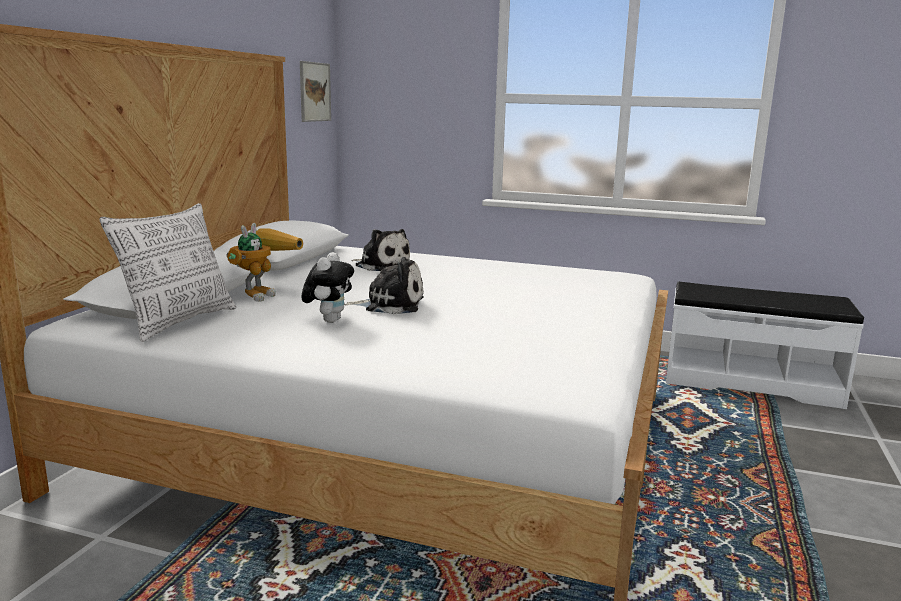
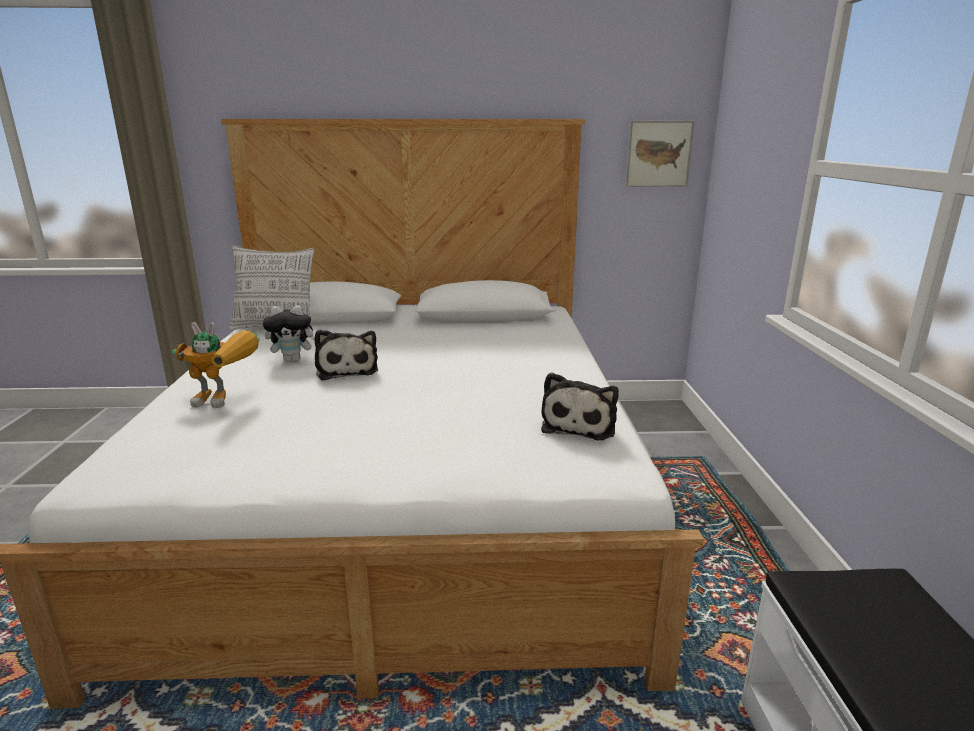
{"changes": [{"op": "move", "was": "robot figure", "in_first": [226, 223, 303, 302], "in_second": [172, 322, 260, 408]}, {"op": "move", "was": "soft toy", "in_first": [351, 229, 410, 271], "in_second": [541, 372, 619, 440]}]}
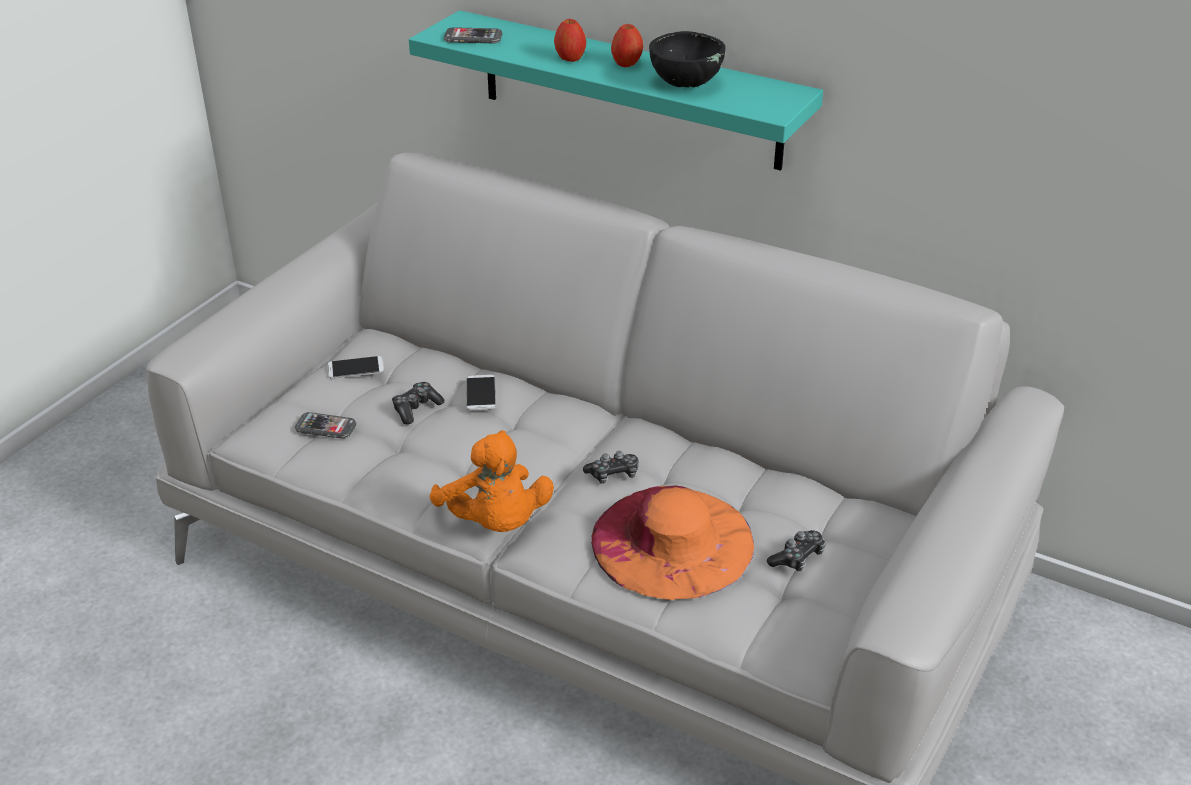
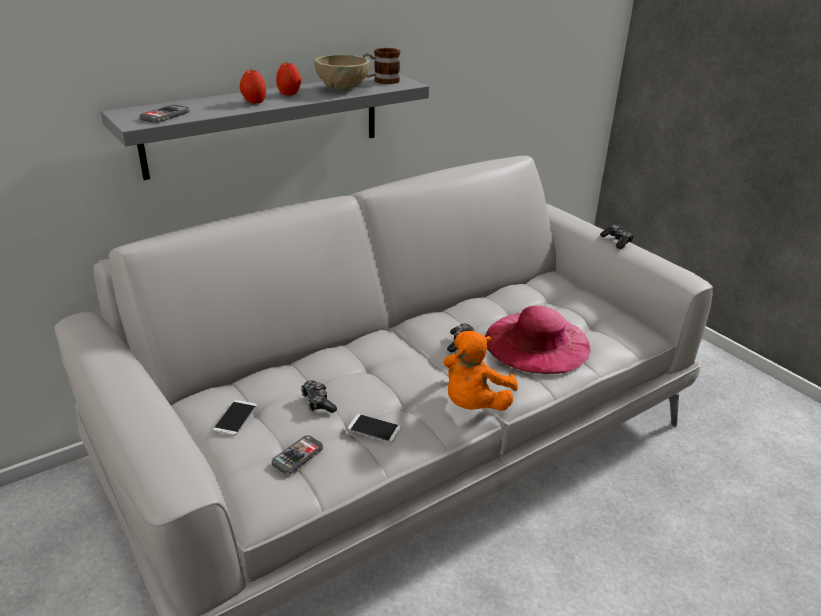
{"changes": [{"op": "recolor", "was": "turquoise bracket shelf", "now": "gray bracket shelf", "in_first": [409, 10, 823, 171], "in_second": [101, 75, 429, 180]}, {"op": "recolor", "was": "black-coloured bowl", "now": "beige-coloured bowl", "in_first": [649, 31, 725, 87], "in_second": [314, 55, 370, 91]}, {"op": "move", "was": "handset", "in_first": [466, 375, 496, 410], "in_second": [348, 414, 401, 442]}, {"op": "insert", "now": "tea mug", "in_second": [363, 48, 400, 84]}, {"op": "rotate", "was": "orange-coloured soft toy", "in_first": [430, 430, 554, 532], "in_second": [443, 330, 518, 411], "clockwise": 120}, {"op": "recolor", "was": "orange-coloured clothing hat", "now": "pink clothing hat", "in_first": [591, 485, 754, 600], "in_second": [485, 306, 591, 374]}, {"op": "move", "was": "gamepad", "in_first": [767, 530, 826, 571], "in_second": [600, 225, 634, 249]}]}
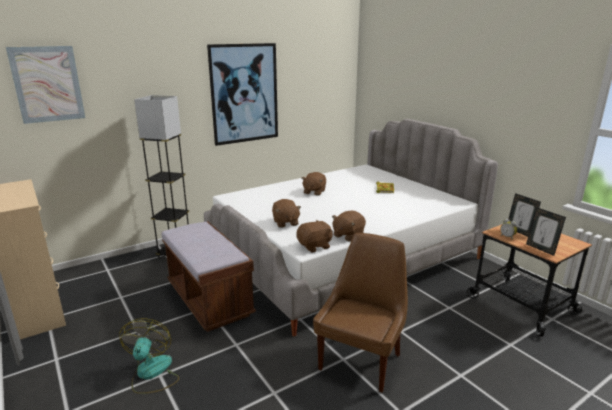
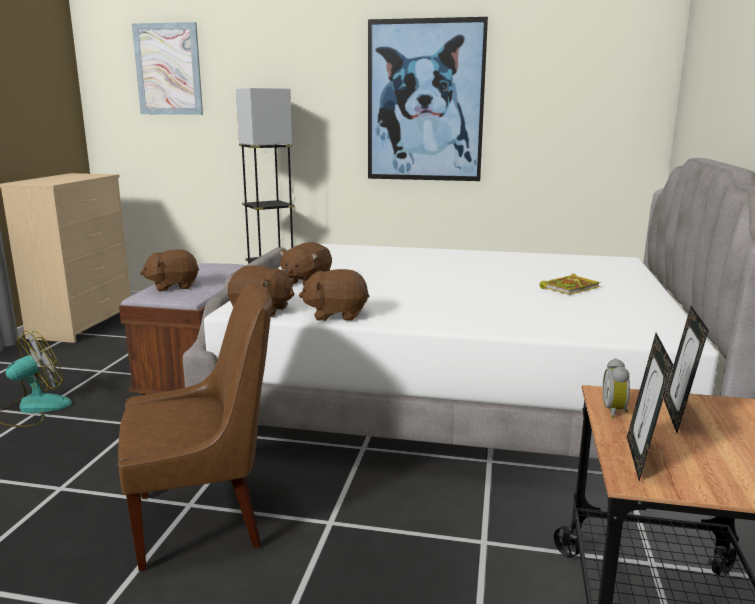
{"changes": [{"op": "move", "was": "brownish soft toy", "in_first": [302, 172, 326, 196], "in_second": [140, 249, 199, 292]}]}
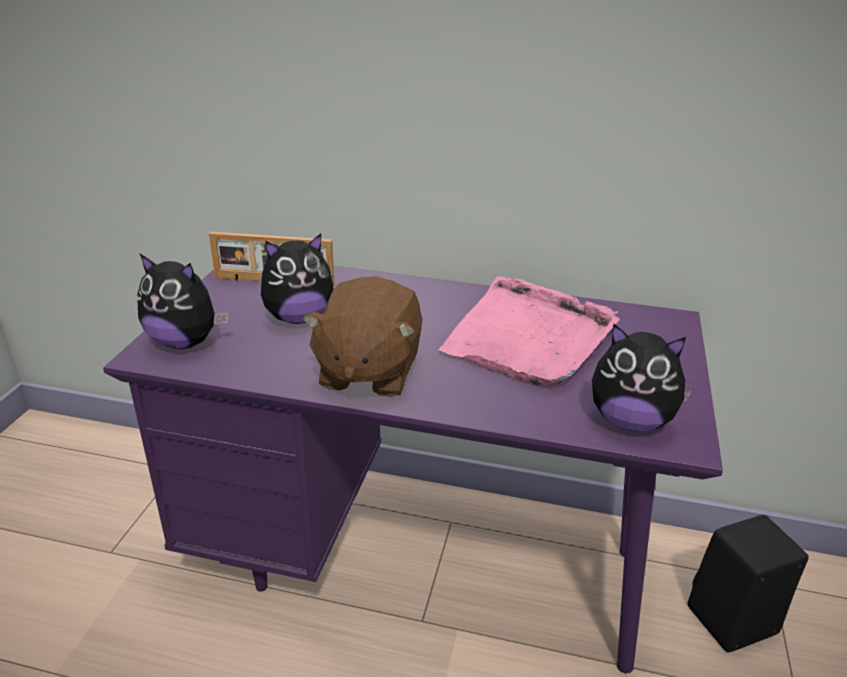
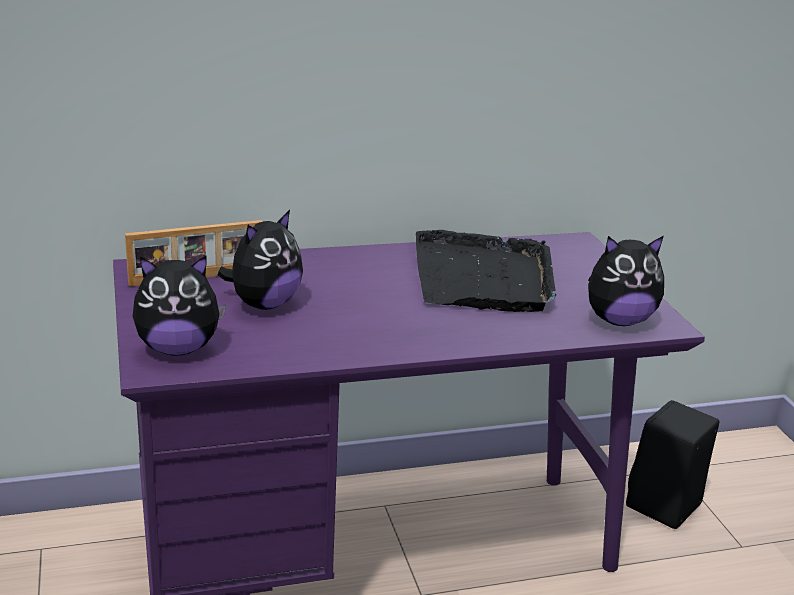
{"changes": [{"op": "recolor", "was": "pink serving tray", "now": "black-coloured serving tray", "in_first": [438, 277, 620, 389], "in_second": [416, 230, 556, 312]}, {"op": "delete", "was": "brownish soft toy", "in_first": [303, 276, 423, 397]}]}
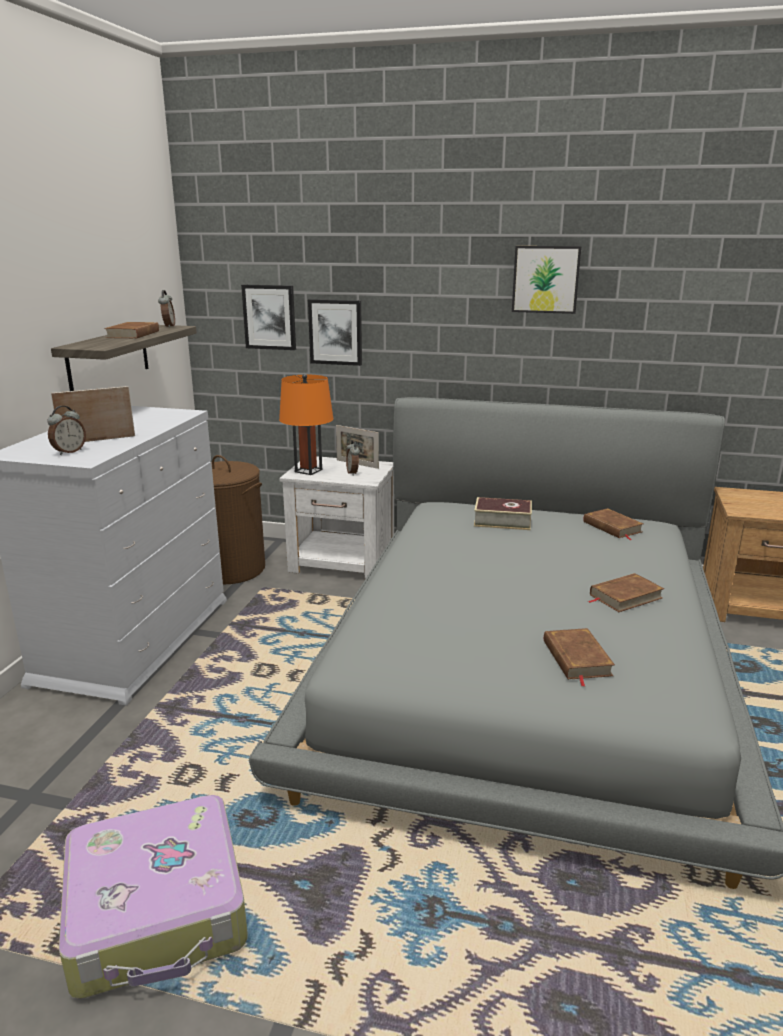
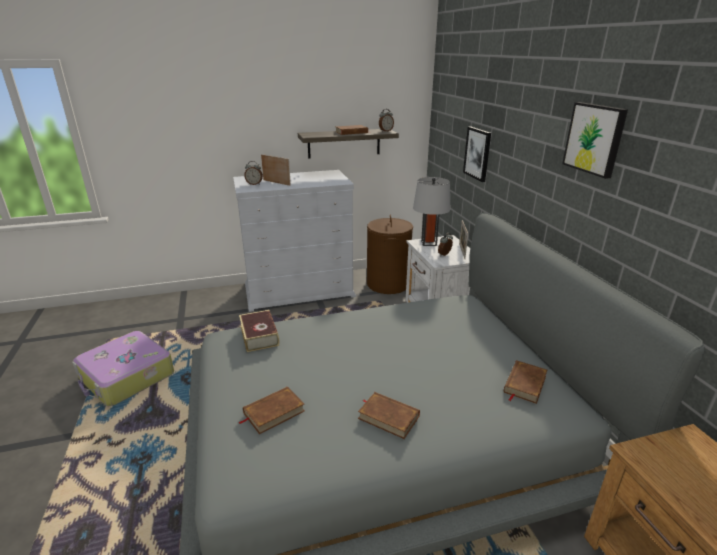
{"changes": [{"op": "move", "was": "book", "in_first": [474, 497, 532, 530], "in_second": [239, 310, 279, 352]}, {"op": "recolor", "was": "orange-coloured table lamp", "now": "gray table lamp", "in_first": [279, 374, 333, 475], "in_second": [413, 177, 451, 246]}, {"op": "delete", "was": "picture", "in_first": [241, 285, 296, 350]}]}
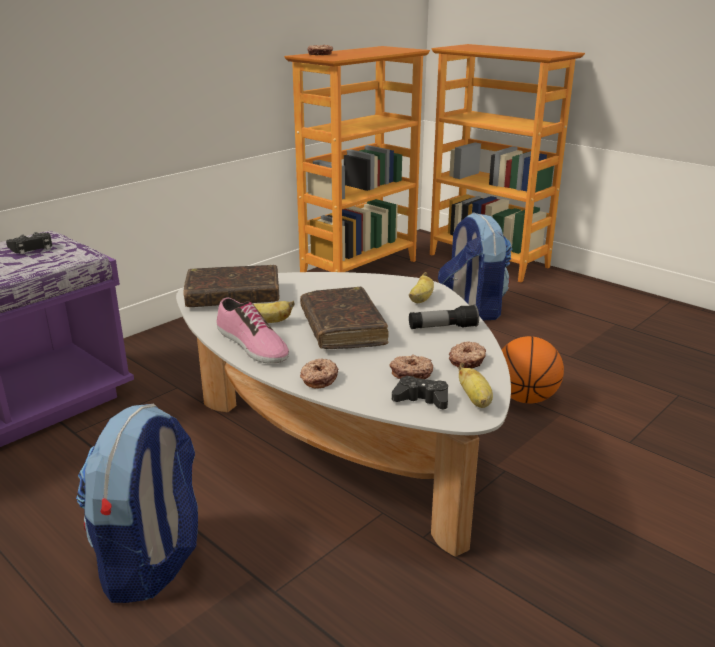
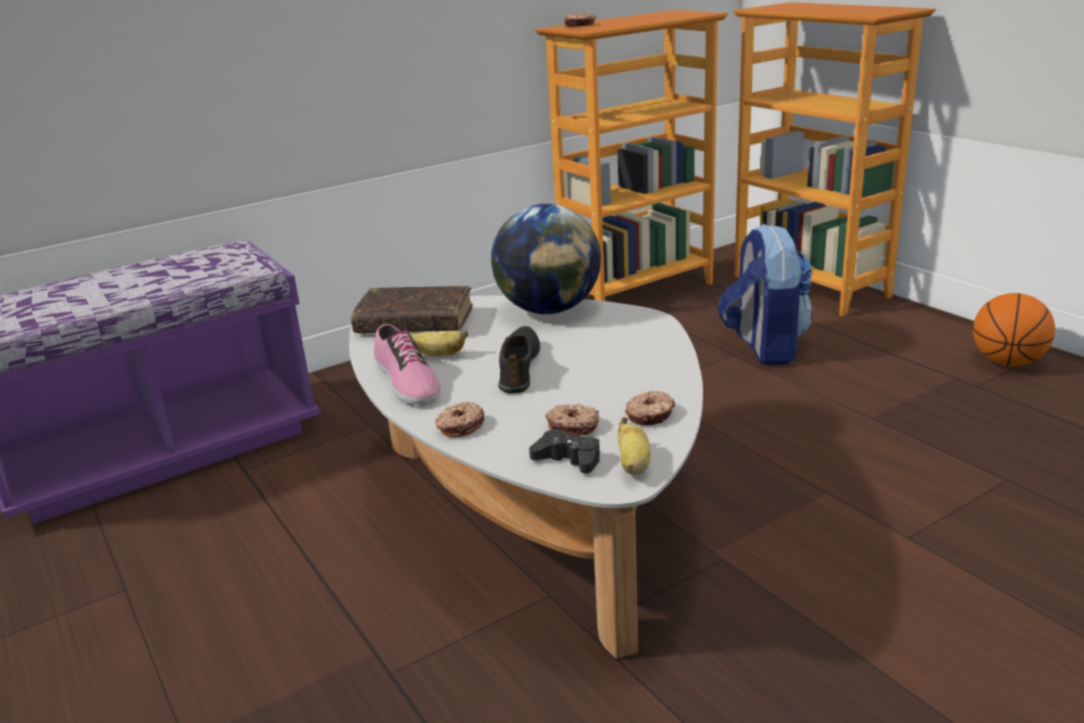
{"changes": [{"op": "insert", "now": "desk globe", "in_second": [491, 204, 601, 314]}, {"op": "replace", "was": "brownish book", "now": "black-coloured shoe", "in_first": [300, 287, 389, 349], "in_second": [498, 326, 540, 394]}, {"op": "move", "was": "ball for basketball", "in_first": [502, 336, 564, 404], "in_second": [973, 293, 1055, 366]}, {"op": "delete", "was": "black-coloured gamepad", "in_first": [6, 232, 52, 254]}, {"op": "delete", "was": "rucksack", "in_first": [76, 403, 198, 603]}, {"op": "delete", "was": "banana fruit", "in_first": [409, 272, 434, 303]}, {"op": "delete", "was": "hand torch", "in_first": [409, 304, 479, 329]}]}
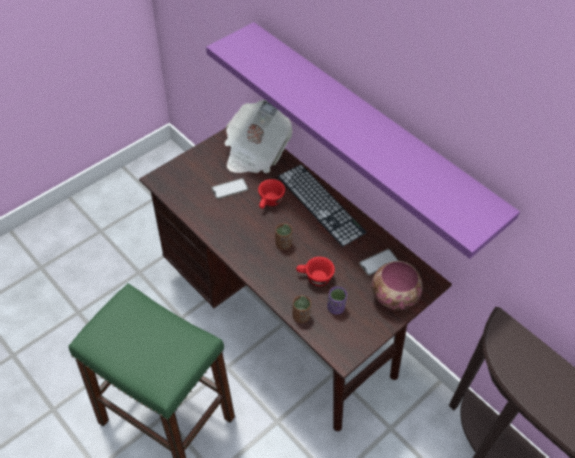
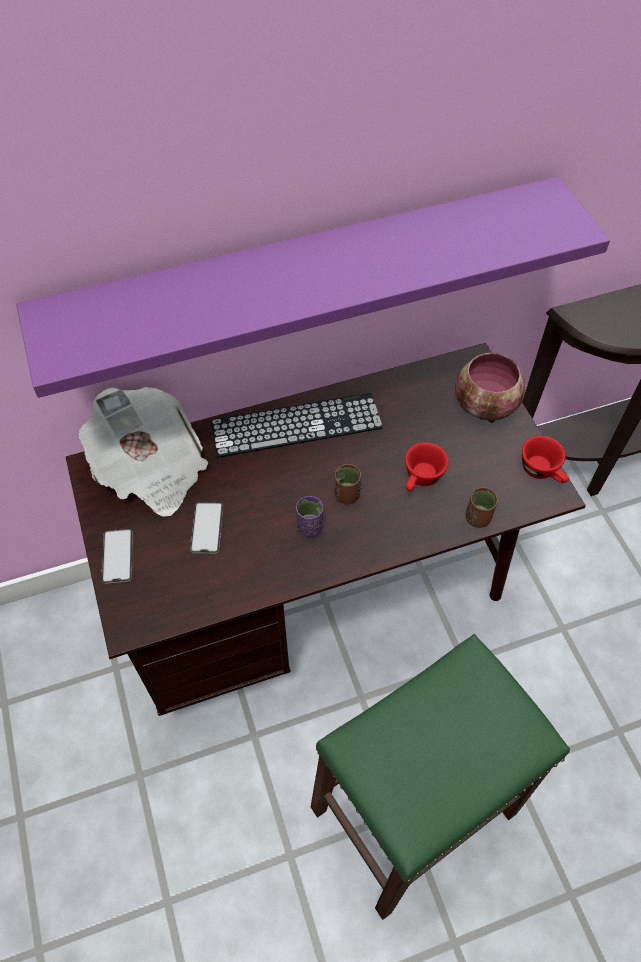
{"changes": [{"op": "move", "was": "handset", "in_first": [359, 249, 398, 276], "in_second": [102, 529, 133, 584]}, {"op": "move", "was": "purplish cup", "in_first": [327, 287, 347, 314], "in_second": [296, 496, 323, 537]}, {"op": "move", "was": "reddish cup", "in_first": [258, 179, 285, 209], "in_second": [522, 436, 569, 483]}]}
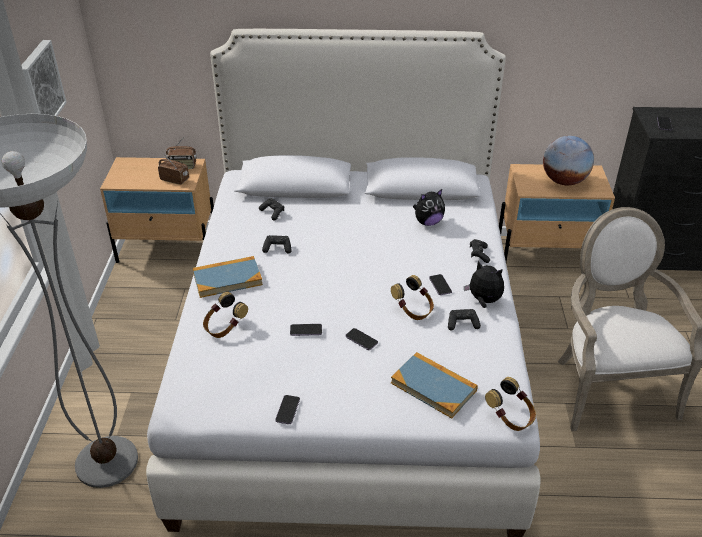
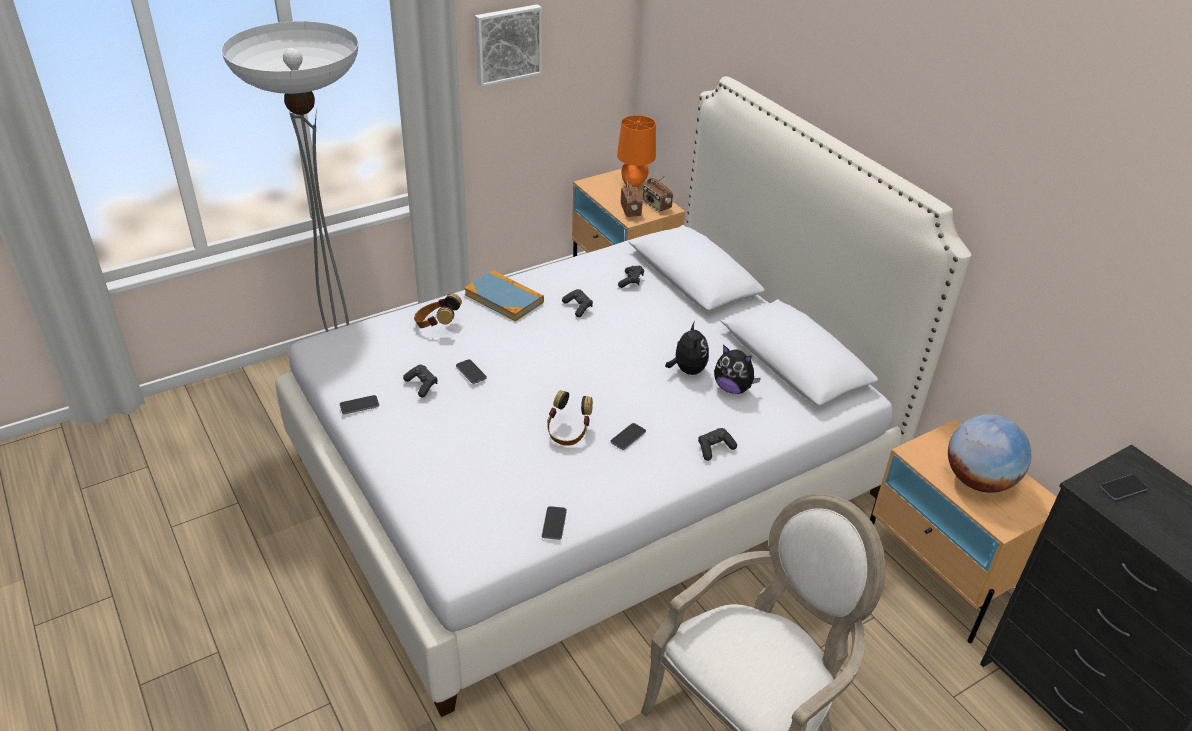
{"changes": [{"op": "move", "was": "black-coloured gamepad", "in_first": [448, 309, 481, 331], "in_second": [403, 365, 438, 397]}, {"op": "move", "was": "handset", "in_first": [345, 328, 378, 350], "in_second": [542, 506, 567, 540]}, {"op": "insert", "now": "orange-coloured table lamp", "in_second": [617, 115, 656, 189]}, {"op": "move", "was": "soft toy", "in_first": [464, 261, 504, 308], "in_second": [665, 321, 709, 375]}, {"op": "delete", "was": "book", "in_first": [391, 352, 478, 418]}, {"op": "delete", "was": "pair of headphones", "in_first": [485, 377, 536, 431]}]}
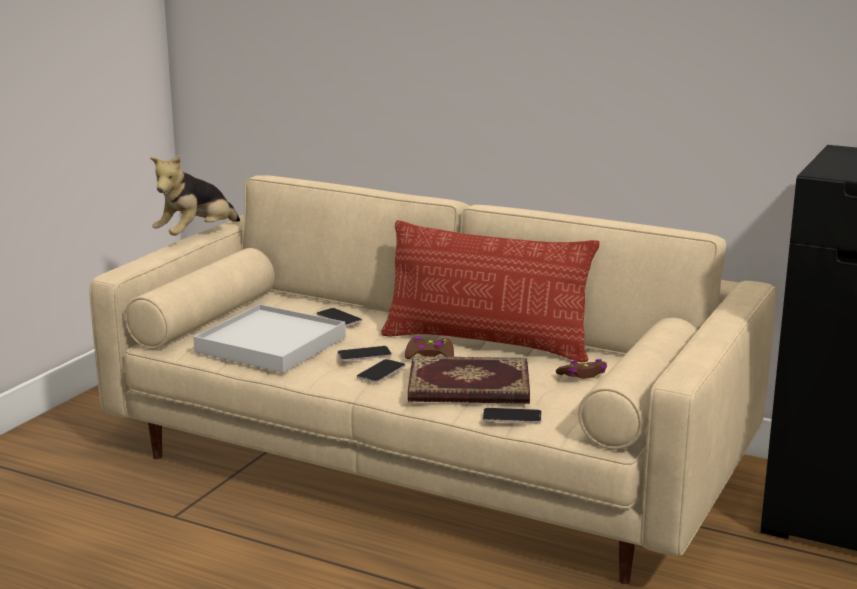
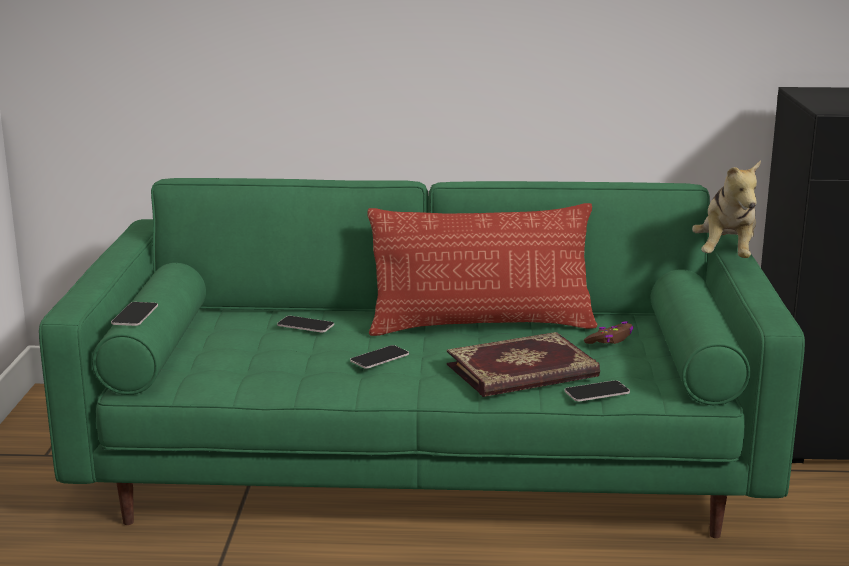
{"changes": [{"op": "recolor", "was": "beige-coloured settee", "now": "green-coloured settee", "in_first": [89, 175, 776, 584], "in_second": [39, 178, 805, 538]}, {"op": "move", "was": "handset", "in_first": [357, 359, 405, 383], "in_second": [111, 302, 158, 326]}, {"op": "move", "was": "soft toy", "in_first": [150, 154, 240, 236], "in_second": [692, 160, 761, 258]}, {"op": "delete", "was": "white serving tray", "in_first": [193, 304, 346, 373]}, {"op": "delete", "was": "brownish gamepad", "in_first": [405, 336, 454, 359]}]}
